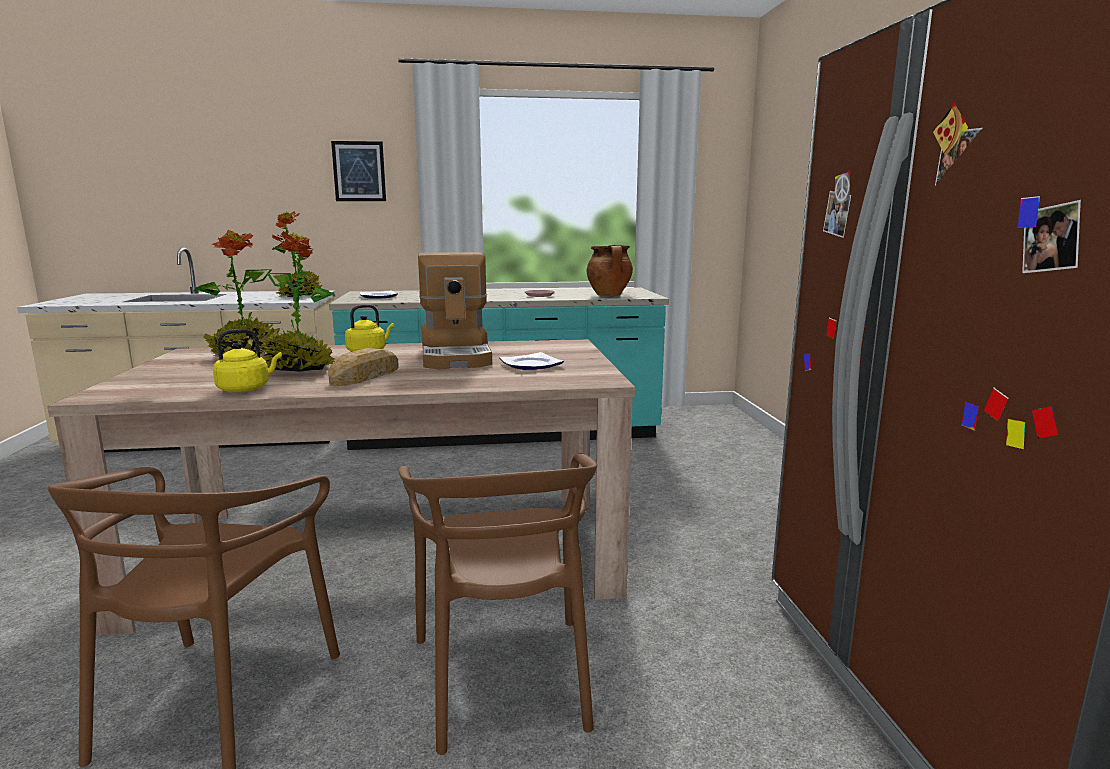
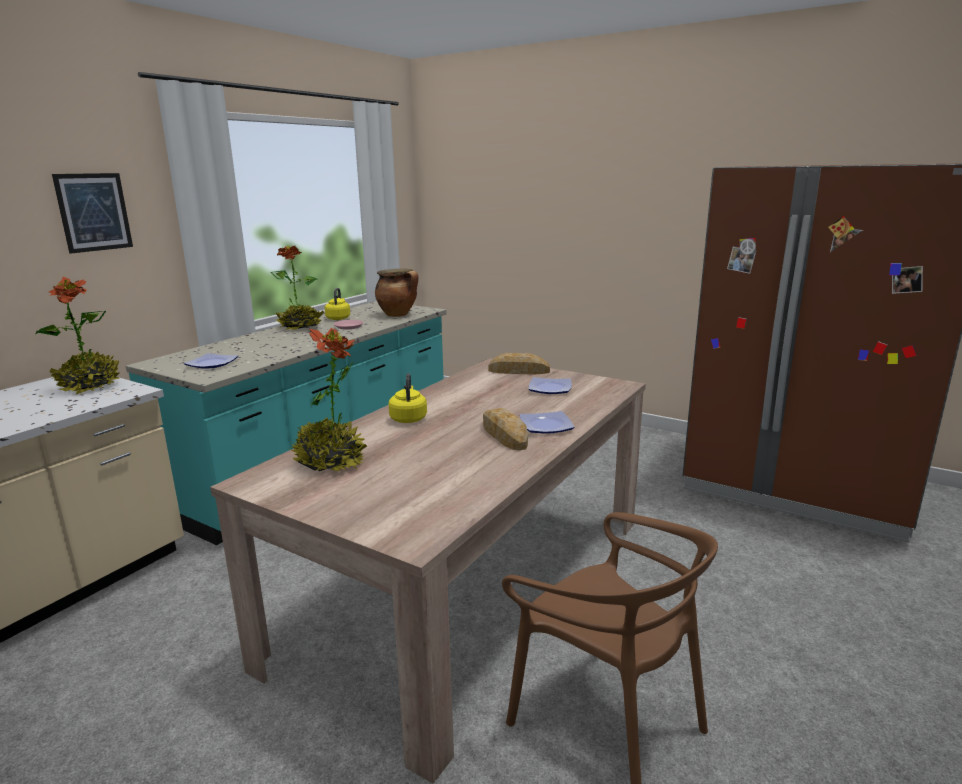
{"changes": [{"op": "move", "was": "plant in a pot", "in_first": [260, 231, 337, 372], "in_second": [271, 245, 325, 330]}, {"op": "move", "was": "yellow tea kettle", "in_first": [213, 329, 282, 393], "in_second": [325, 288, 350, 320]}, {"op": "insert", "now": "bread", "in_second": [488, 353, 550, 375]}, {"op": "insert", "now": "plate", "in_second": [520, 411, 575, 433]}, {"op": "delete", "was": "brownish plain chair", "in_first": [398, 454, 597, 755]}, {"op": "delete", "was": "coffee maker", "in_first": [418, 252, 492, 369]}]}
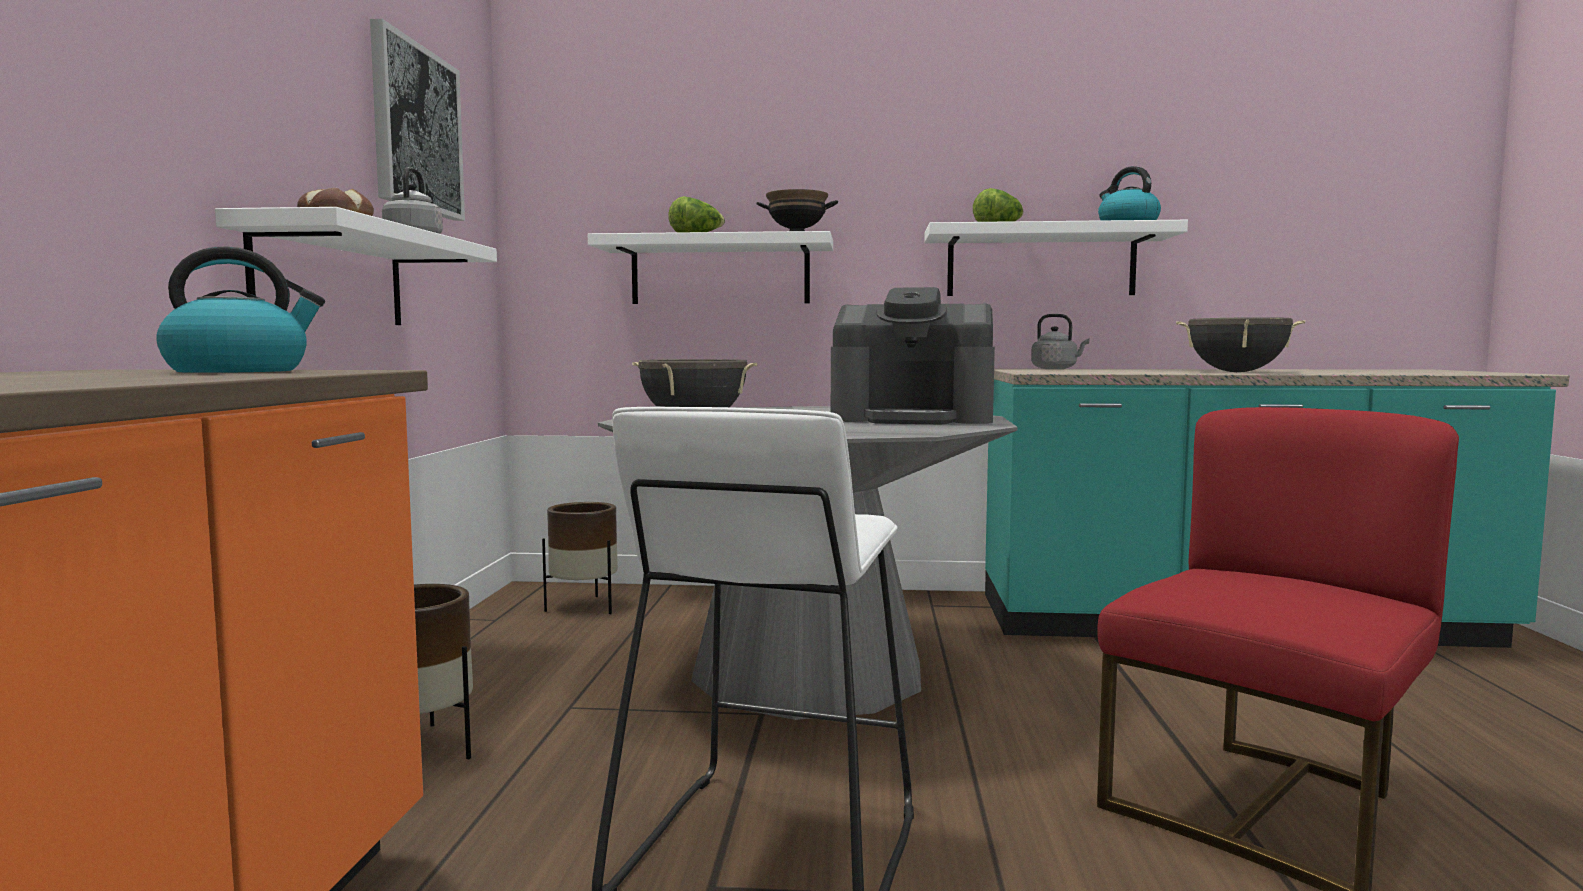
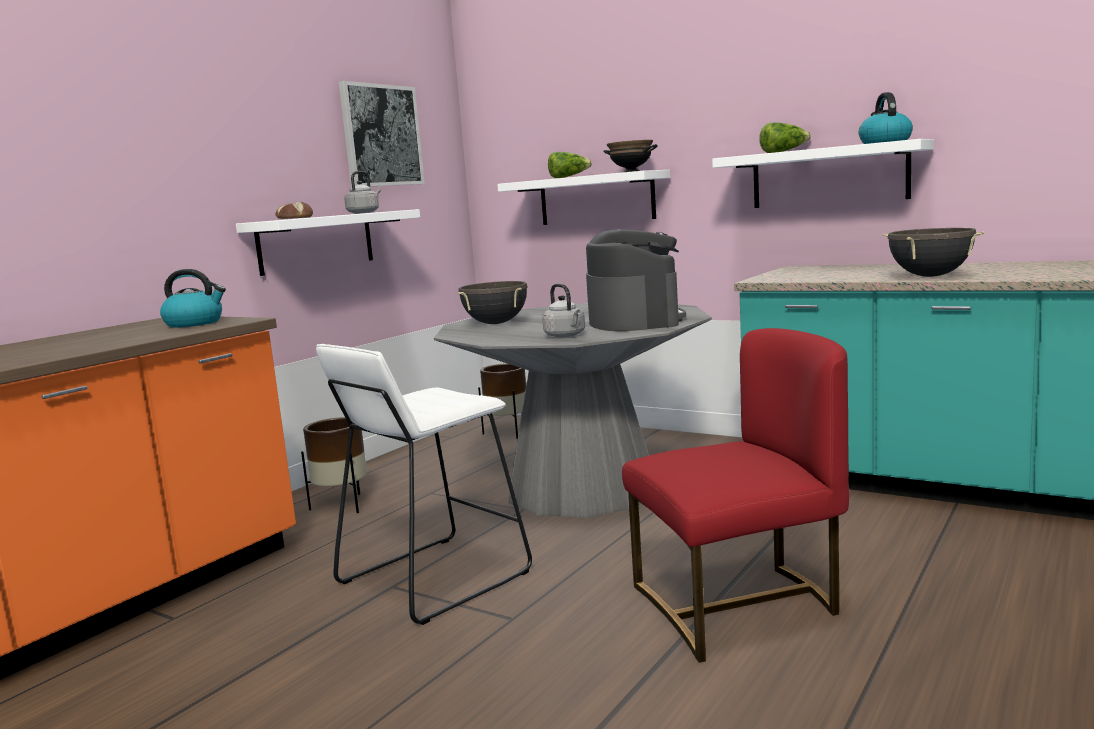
{"changes": [{"op": "move", "was": "gray tea kettle", "in_first": [1031, 314, 1090, 369], "in_second": [542, 284, 585, 337]}, {"op": "rotate", "was": "coffee maker", "in_first": [831, 287, 995, 424], "in_second": [586, 229, 686, 331], "clockwise": -135}]}
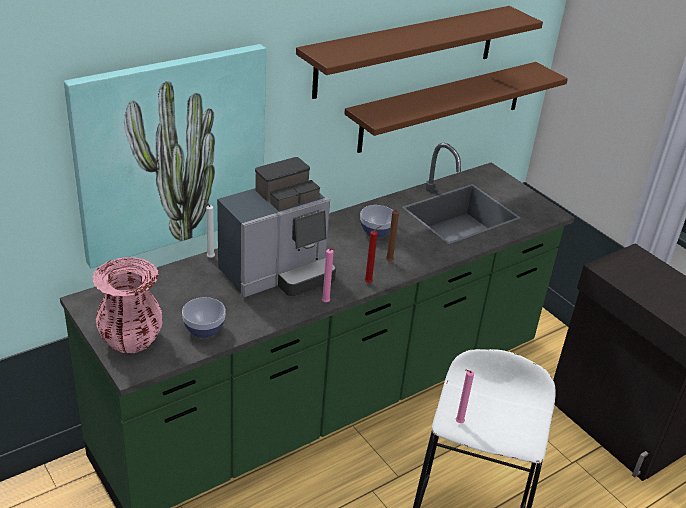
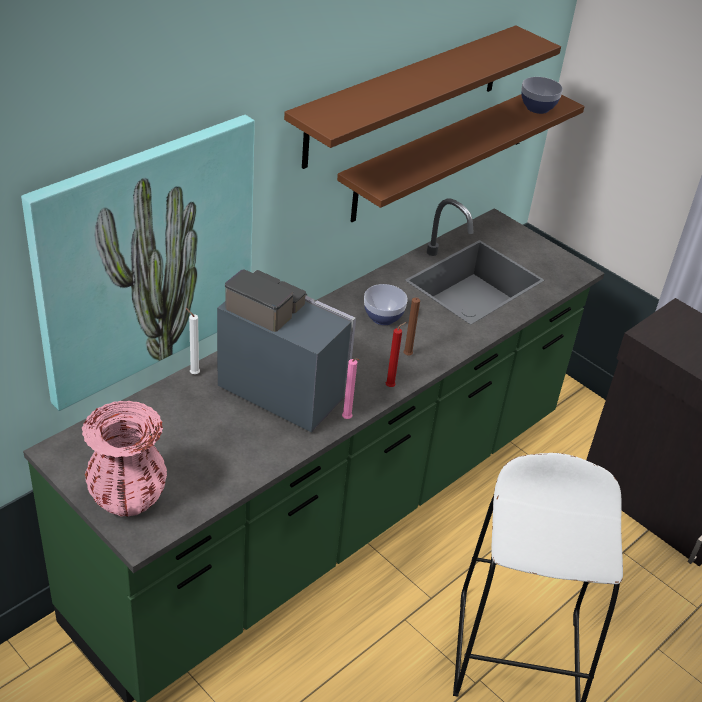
{"changes": [{"op": "rotate", "was": "coffee maker", "in_first": [217, 157, 336, 298], "in_second": [217, 269, 356, 432], "clockwise": -105}, {"op": "move", "was": "bowl", "in_first": [182, 297, 226, 338], "in_second": [521, 77, 563, 114]}, {"op": "delete", "was": "pink wax candle", "in_first": [455, 370, 474, 423]}]}
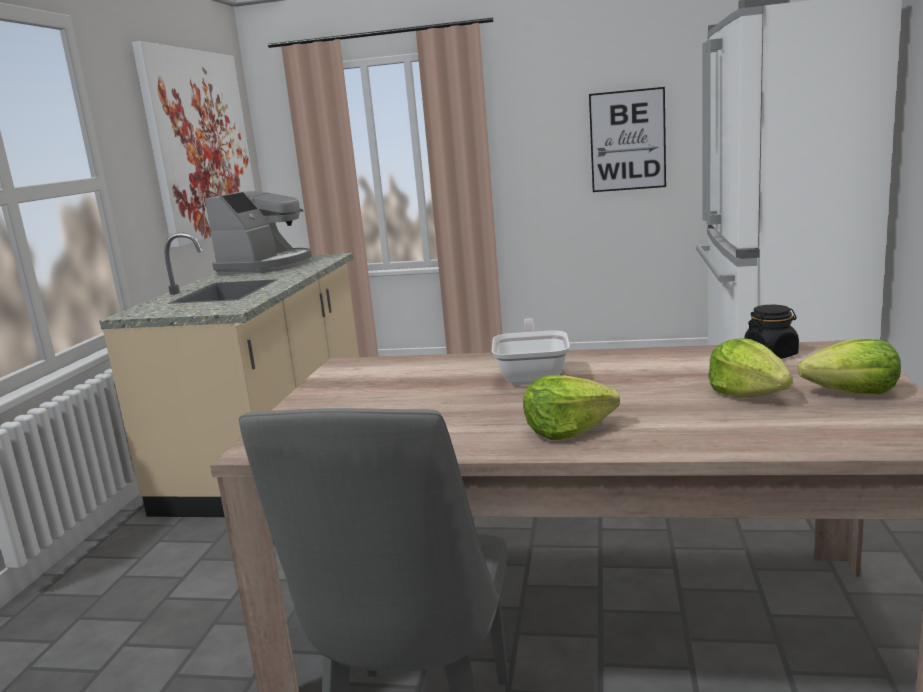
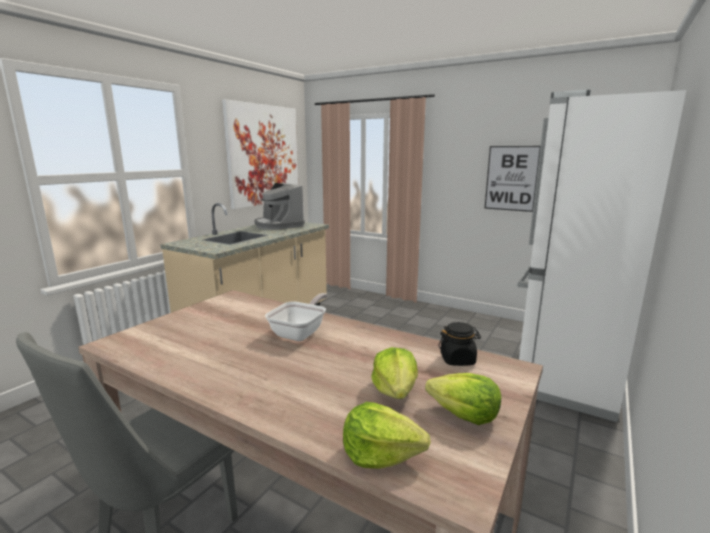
{"changes": [{"op": "rotate", "was": "coffee maker", "in_first": [205, 190, 312, 275], "in_second": [254, 183, 305, 230], "clockwise": 105}, {"op": "move", "was": "lettuce head", "in_first": [523, 375, 620, 440], "in_second": [343, 402, 431, 469]}]}
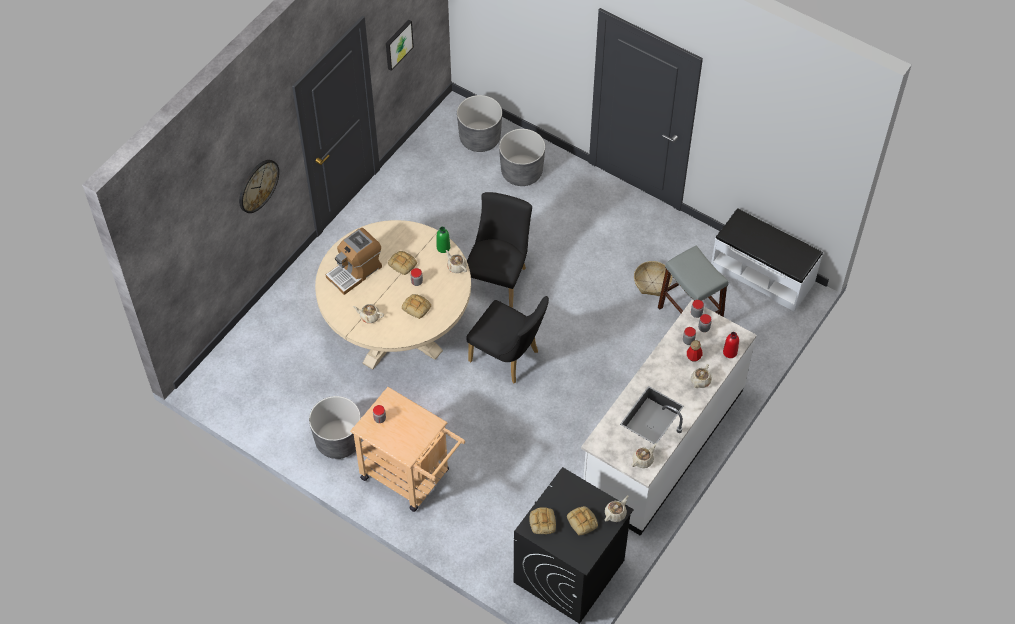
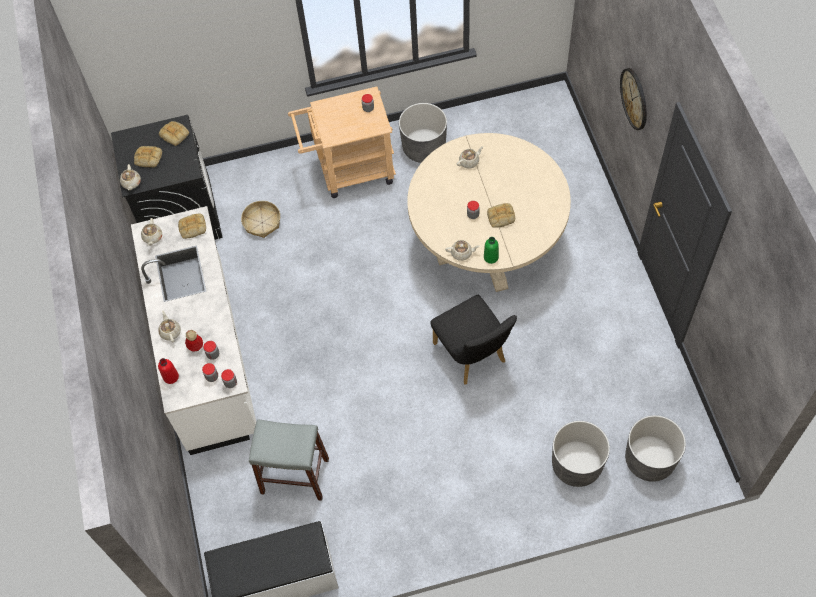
{"changes": [{"op": "move", "was": "bread", "in_first": [402, 294, 431, 319], "in_second": [178, 214, 206, 239]}, {"op": "move", "was": "household basket", "in_first": [634, 261, 672, 296], "in_second": [241, 201, 280, 238]}, {"op": "delete", "was": "coffee maker", "in_first": [326, 228, 382, 295]}, {"op": "delete", "was": "picture", "in_first": [386, 20, 414, 71]}, {"op": "delete", "was": "black-coloured plain chair", "in_first": [466, 296, 549, 383]}]}
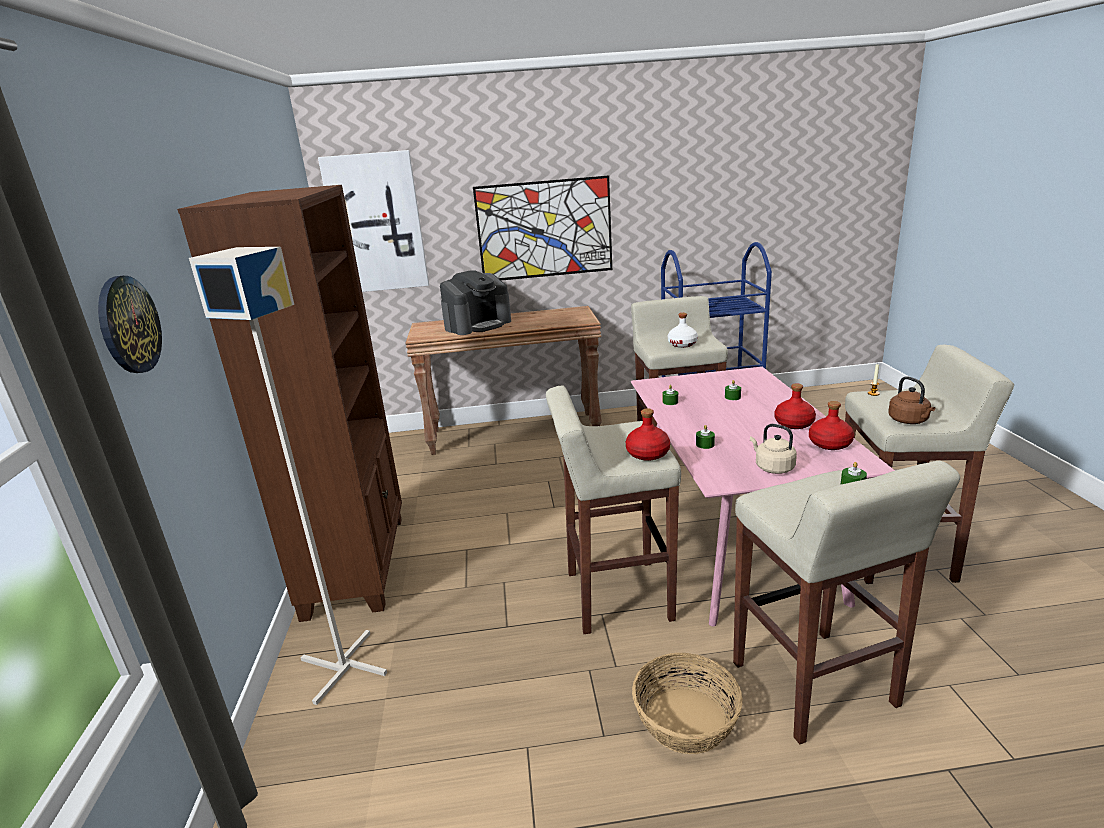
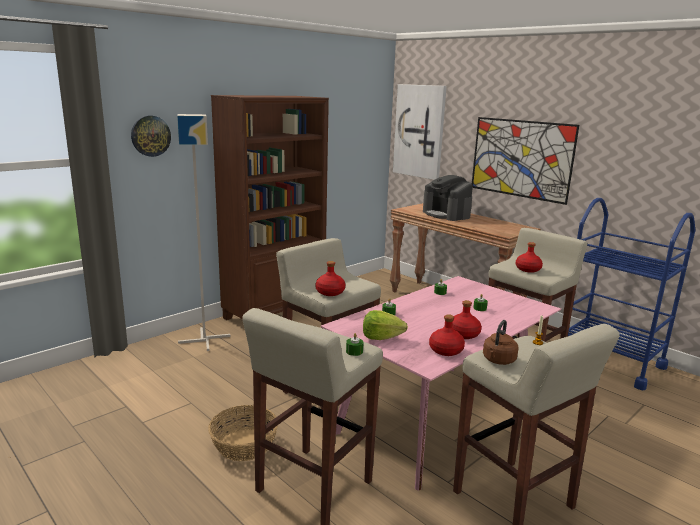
{"changes": [{"op": "replace", "was": "beige-coloured tea kettle", "now": "lettuce head", "in_first": [750, 424, 797, 474], "in_second": [363, 310, 408, 340]}, {"op": "rotate", "was": "coffee maker", "in_first": [440, 270, 511, 335], "in_second": [423, 175, 473, 221], "clockwise": 45}, {"op": "recolor", "was": "white drink bottle", "now": "reddish drink bottle", "in_first": [668, 313, 698, 348], "in_second": [515, 242, 543, 273]}]}
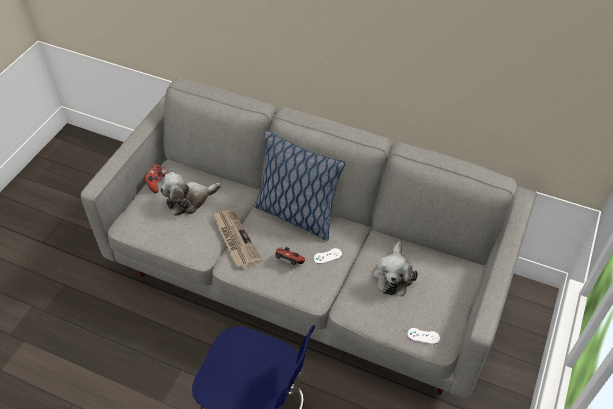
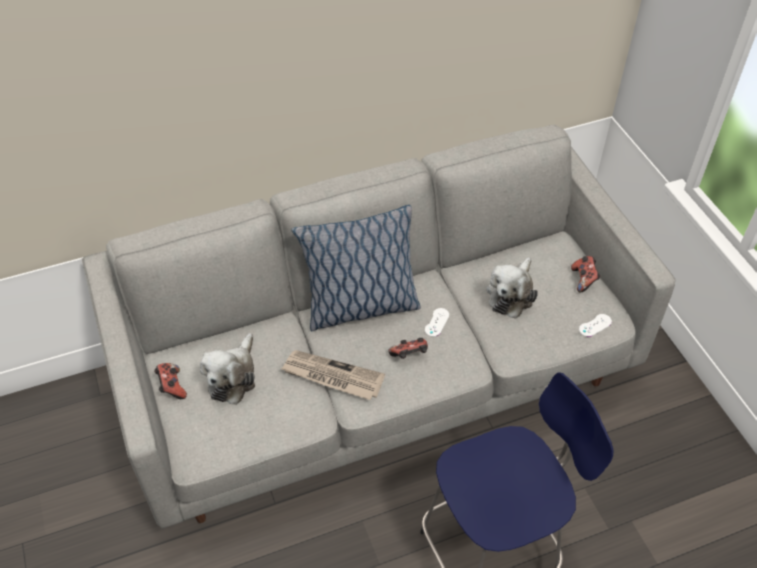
{"changes": [{"op": "rotate", "was": "soft toy", "in_first": [373, 241, 418, 296], "in_second": [487, 257, 538, 319], "clockwise": 60}, {"op": "insert", "now": "gamepad", "in_second": [571, 256, 601, 292]}]}
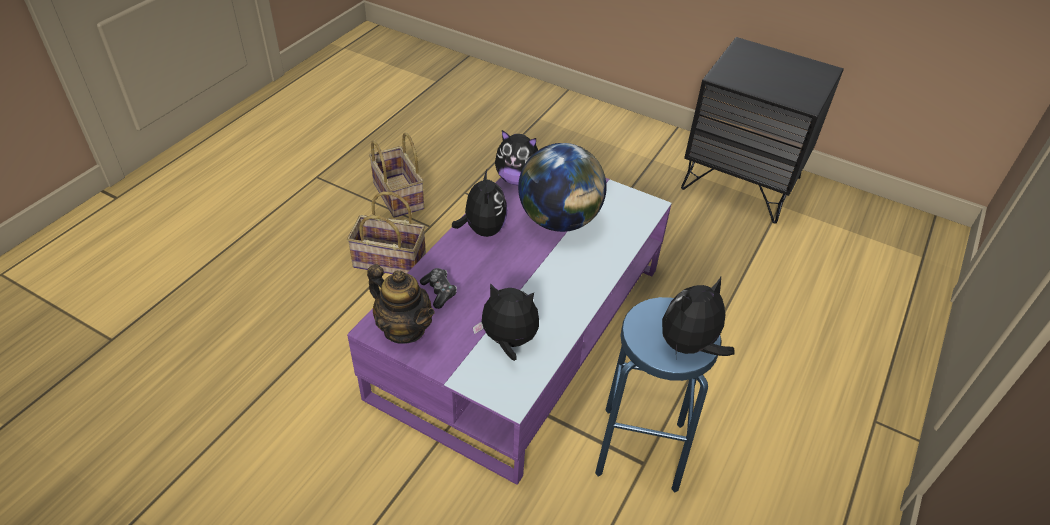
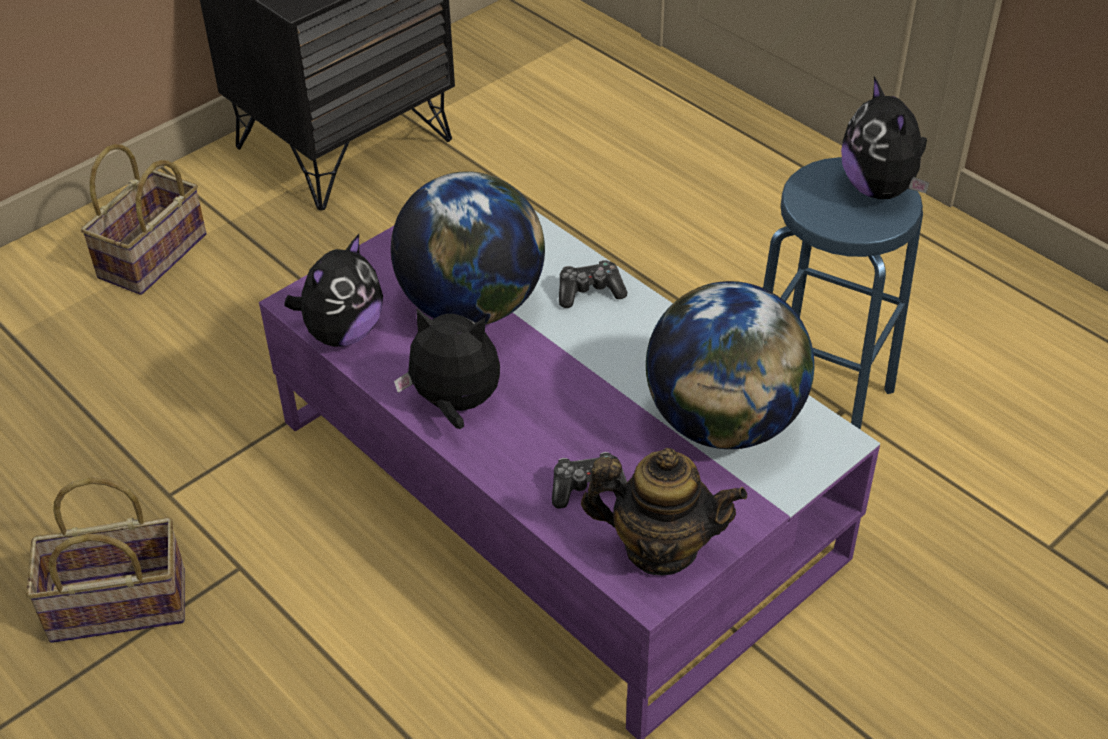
{"changes": [{"op": "move", "was": "household basket", "in_first": [347, 192, 426, 274], "in_second": [81, 144, 207, 295]}, {"op": "insert", "now": "gamepad", "in_second": [559, 260, 627, 308]}, {"op": "rotate", "was": "tea pot", "in_first": [367, 264, 434, 344], "in_second": [581, 448, 747, 575], "clockwise": 45}, {"op": "replace", "was": "soft toy", "now": "desk globe", "in_first": [473, 283, 539, 361], "in_second": [646, 281, 814, 449]}]}
